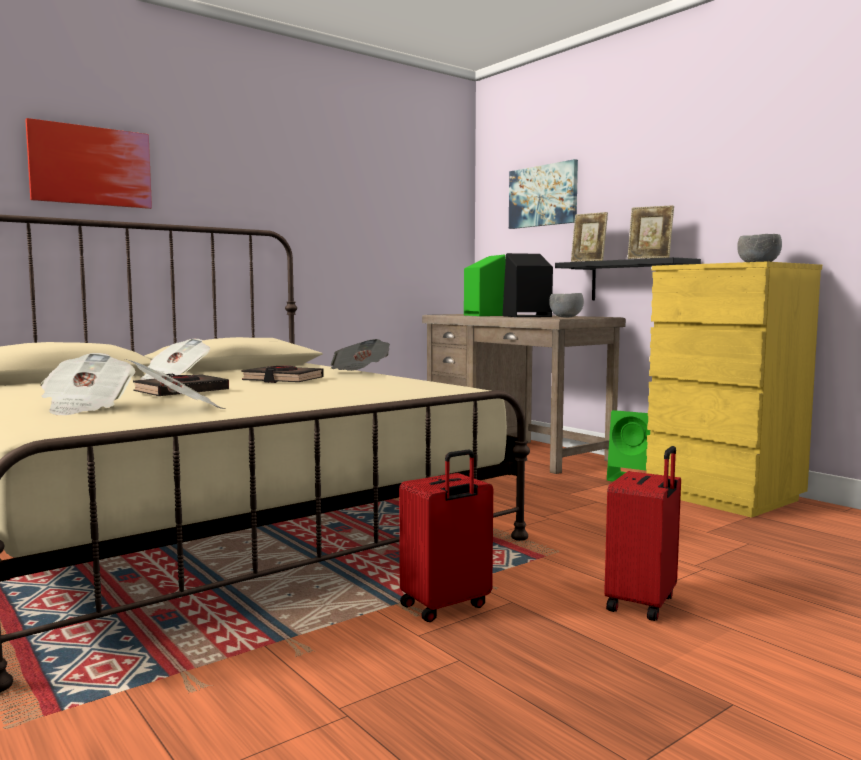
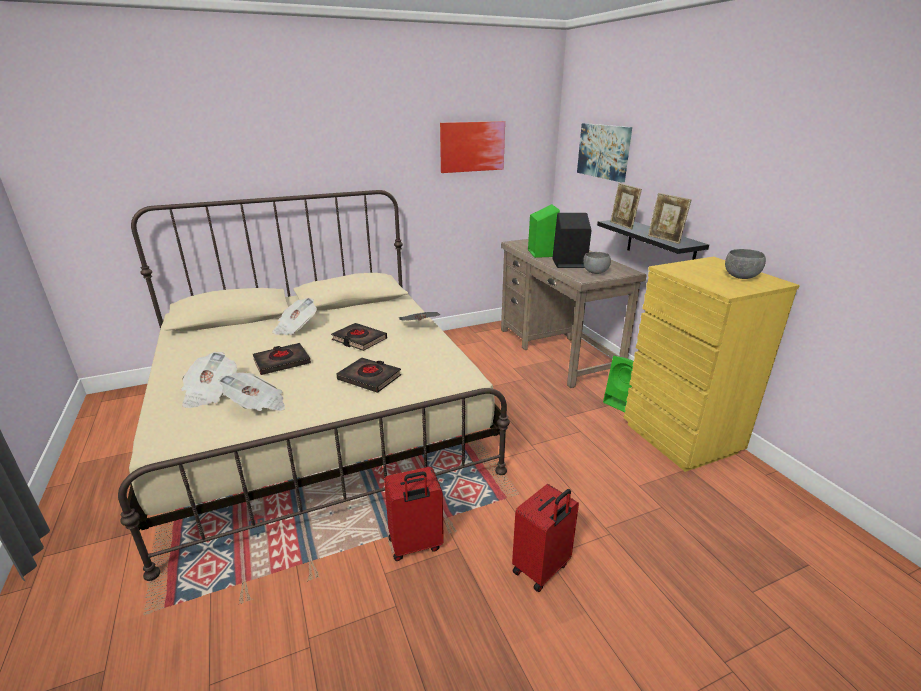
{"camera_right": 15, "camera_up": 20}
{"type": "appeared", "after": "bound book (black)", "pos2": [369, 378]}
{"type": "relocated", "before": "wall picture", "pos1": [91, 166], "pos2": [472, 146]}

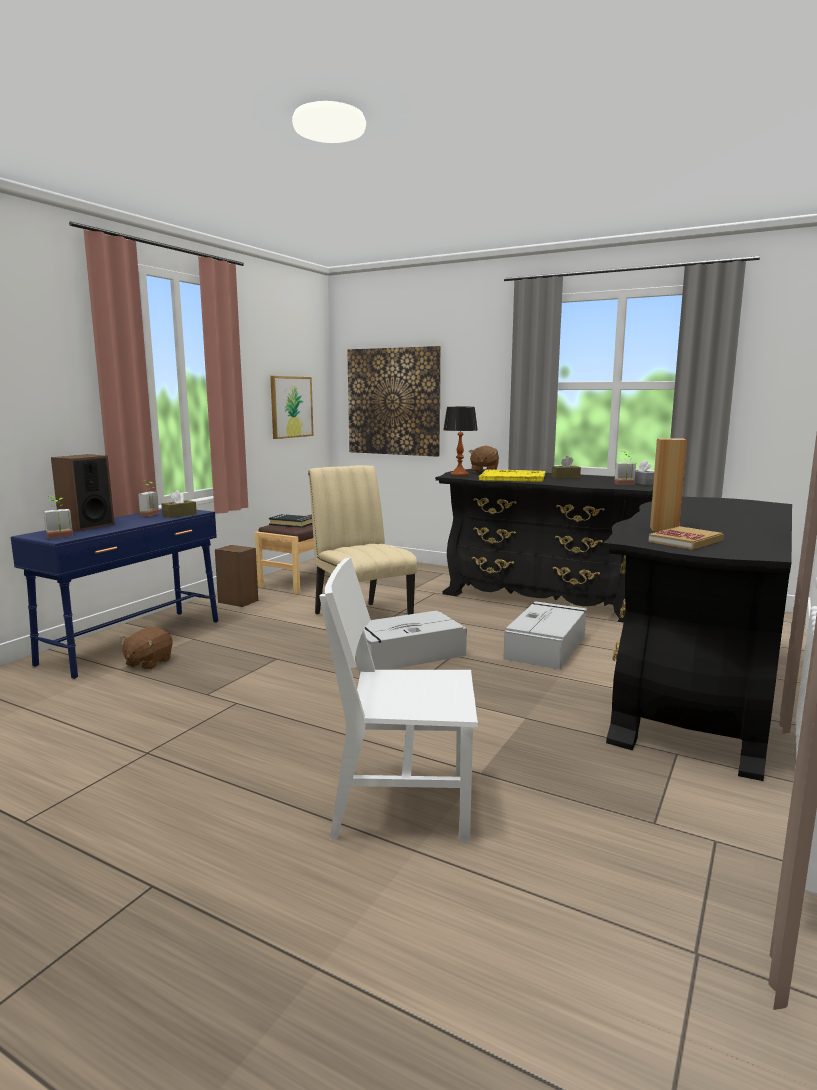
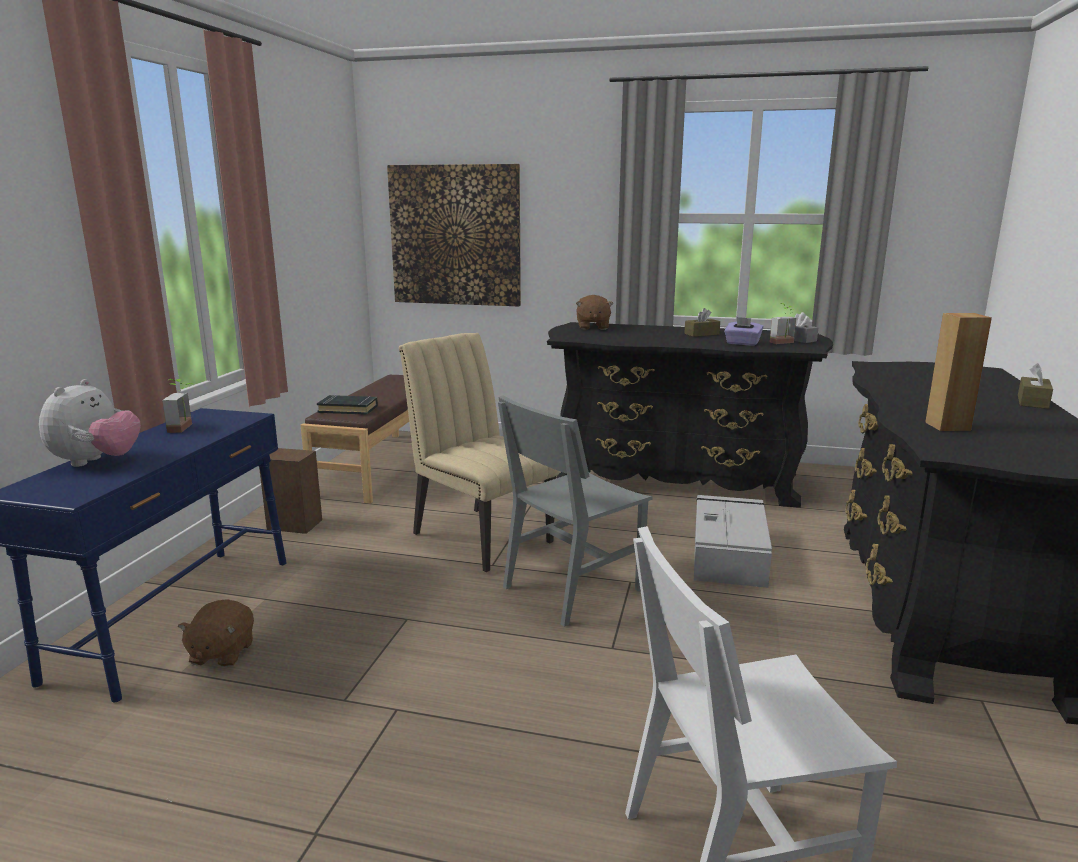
{"camera_right": -15, "camera_up": 5}
{"type": "exchanged", "before": "loudspeaker", "after": "soft toy", "pos1": [86, 526], "pos2": [96, 462]}
{"type": "exchanged", "before": "storage box (grey)", "after": "upright chair (grey)", "pos1": [406, 654], "pos2": [572, 588]}
{"type": "appeared", "after": "box of tissues (purple-coloured)", "pos2": [742, 343]}
{"type": "relocated", "before": "box of tissues (brown)", "pos1": [179, 515], "pos2": [1032, 402]}
{"type": "missing", "before": "houseplant", "pos1": [60, 537]}
{"type": "missing", "before": "wall picture", "pos1": [291, 407]}
{"type": "missing", "before": "tabletop lamp", "pos1": [459, 474]}
{"type": "missing", "before": "serving tray (yellowish)", "pos1": [513, 478]}
{"type": "missing", "before": "bound book", "pos1": [685, 541]}

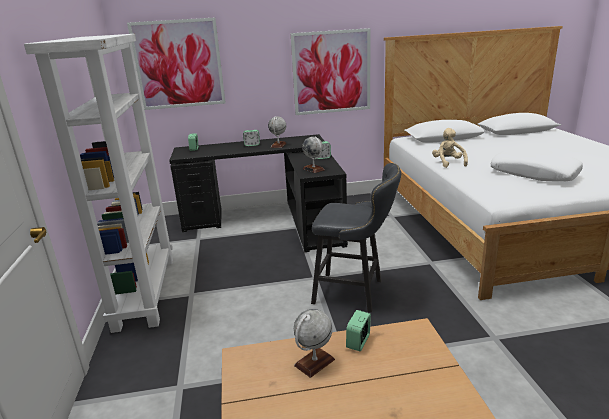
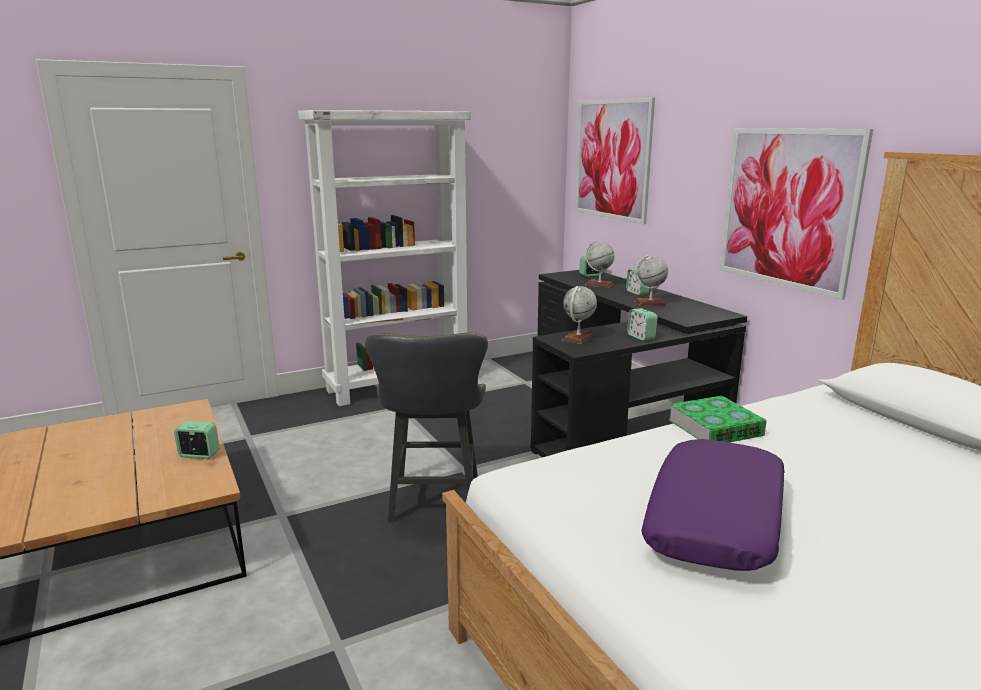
{"camera_right": 70, "camera_up": -5}
{"type": "relocated", "before": "world globe", "pos1": [314, 362], "pos2": [599, 285]}
{"type": "colour", "before": "pillow (white-coloured)", "after": "pillow (purple-coloured)", "pos1": [534, 174], "pos2": [716, 520]}
{"type": "exchanged", "before": "soft toy (beige-coloured)", "after": "bound book", "pos1": [448, 163], "pos2": [715, 428]}

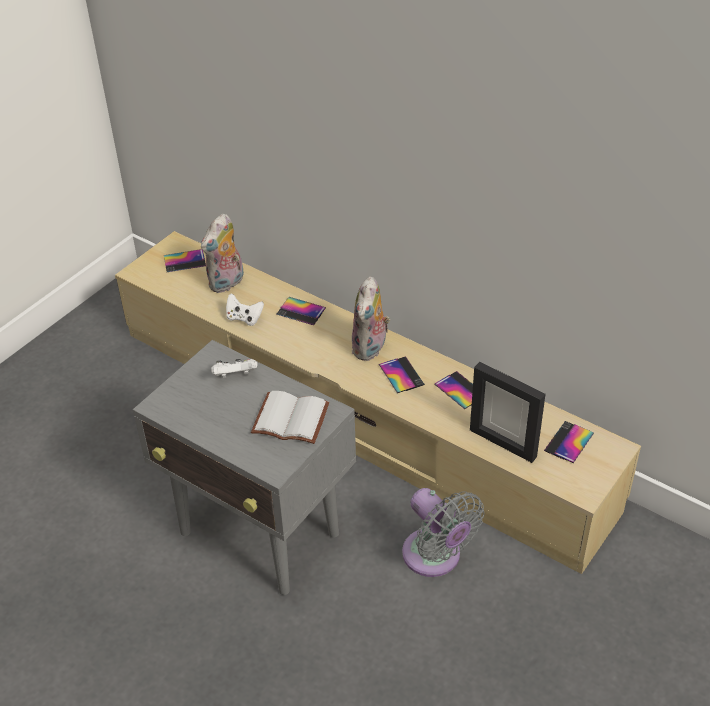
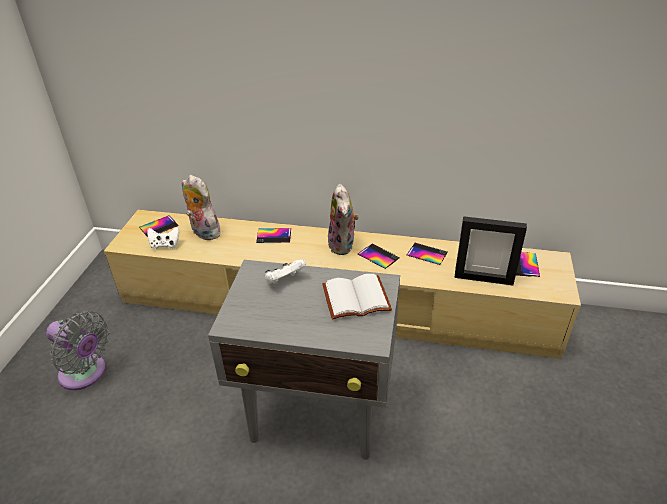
{"camera_right": -25, "camera_up": -5}
{"type": "relocated", "before": "fan (grey)", "pos1": [435, 557], "pos2": [86, 374]}
{"type": "relocated", "before": "game controller (white-coloured)", "pos1": [244, 318], "pos2": [165, 245]}
{"type": "spun", "before": "soft toy", "pos1": [227, 283], "pos2": [203, 233], "turn": 120}

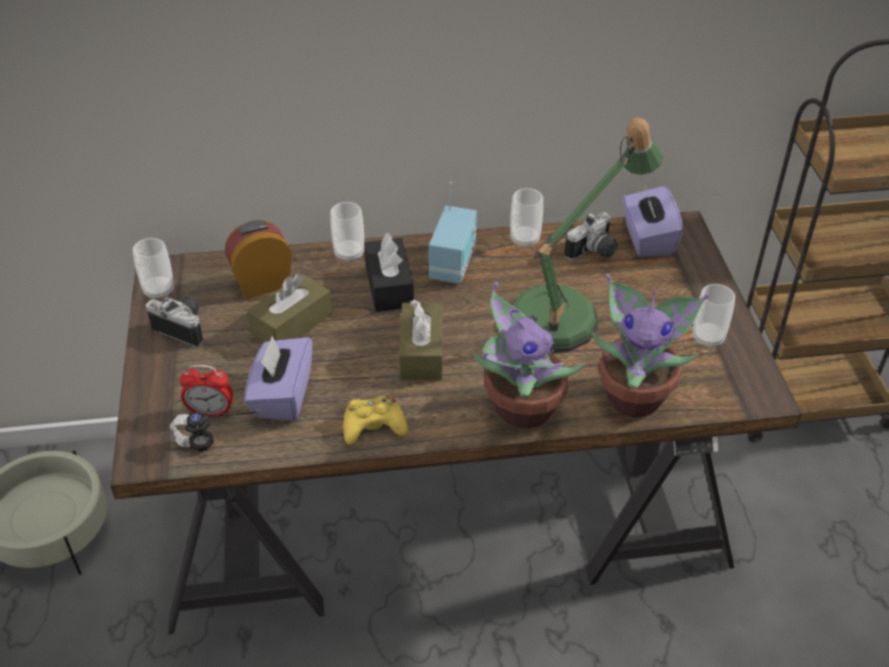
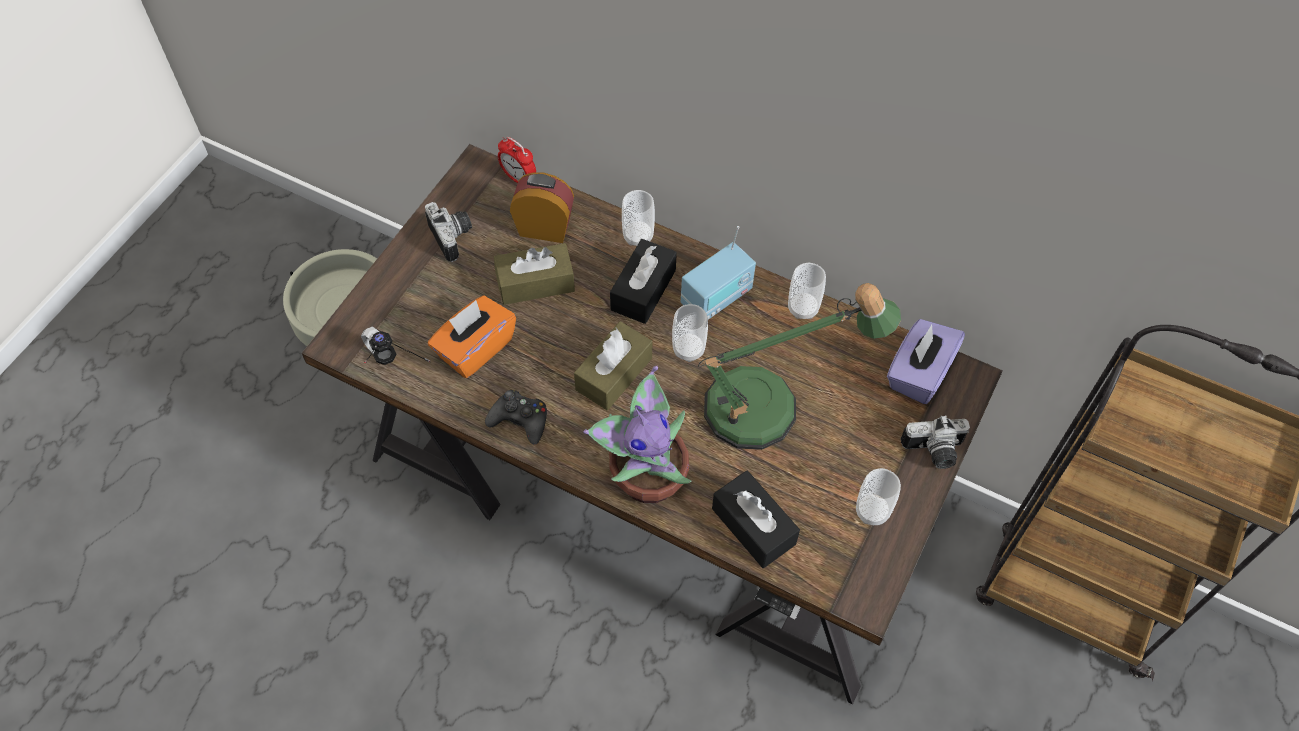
{"camera_right": 35, "camera_up": 15}
{"type": "colour", "before": "box of tissues (purple-coloured)", "after": "box of tissues (orangey)", "pos1": [282, 396], "pos2": [475, 348]}
{"type": "colour", "before": "game controller (yellowish)", "after": "game controller (black)", "pos1": [373, 426], "pos2": [520, 420]}
{"type": "relocated", "before": "alarm clock", "pos1": [211, 412], "pos2": [518, 178]}
{"type": "relocated", "before": "small cup", "pos1": [159, 291], "pos2": [688, 349]}
{"type": "exchanged", "before": "houseplant", "after": "box of tissues (black)", "pos1": [635, 395], "pos2": [753, 526]}
{"type": "relocated", "before": "photo camera", "pos1": [594, 252], "pos2": [934, 452]}

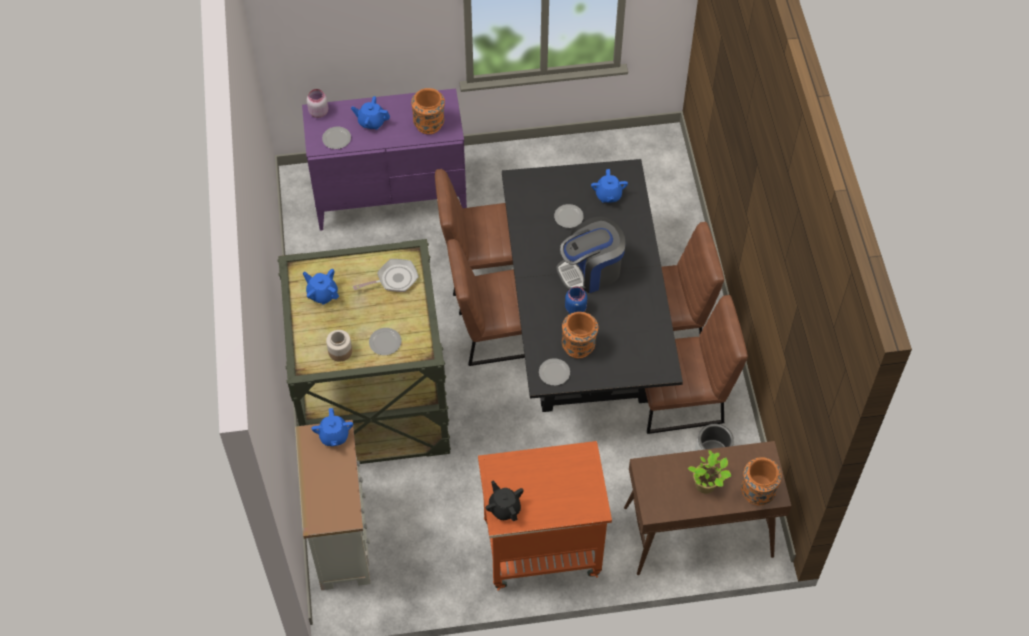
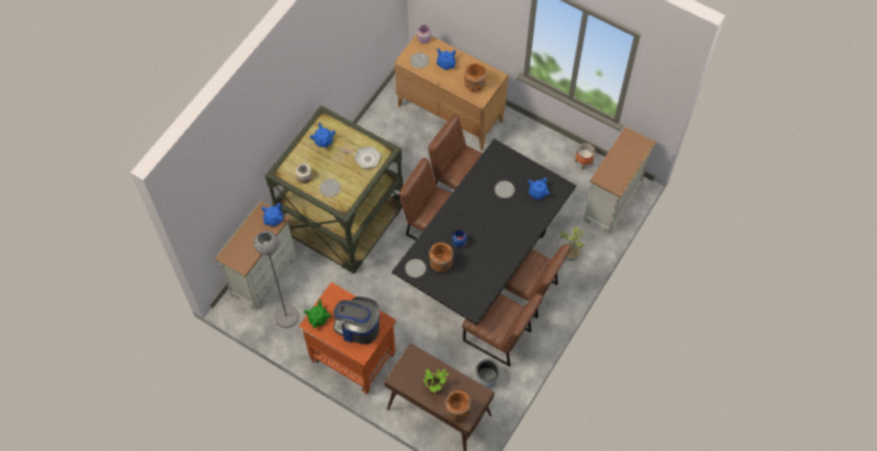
{"camera_right": 40, "camera_up": 5}
{"type": "appeared", "after": "floor lamp (grey)", "pos2": [286, 316]}
{"type": "colour", "before": "pot for tea (black)", "after": "pot for tea (greenish)", "pos1": [504, 508], "pos2": [318, 318]}
{"type": "relocated", "before": "coffee brewer", "pos1": [591, 270], "pos2": [358, 327]}
{"type": "colour", "before": "cupboard (purple-coloured)", "after": "cupboard (brown)", "pos1": [391, 198], "pos2": [450, 114]}
{"type": "appeared", "after": "houseplant", "pos2": [570, 253]}
{"type": "appeared", "after": "plant pot", "pos2": [583, 163]}
{"type": "appeared", "after": "chest of drawers (white-coloured)", "pos2": [611, 202]}

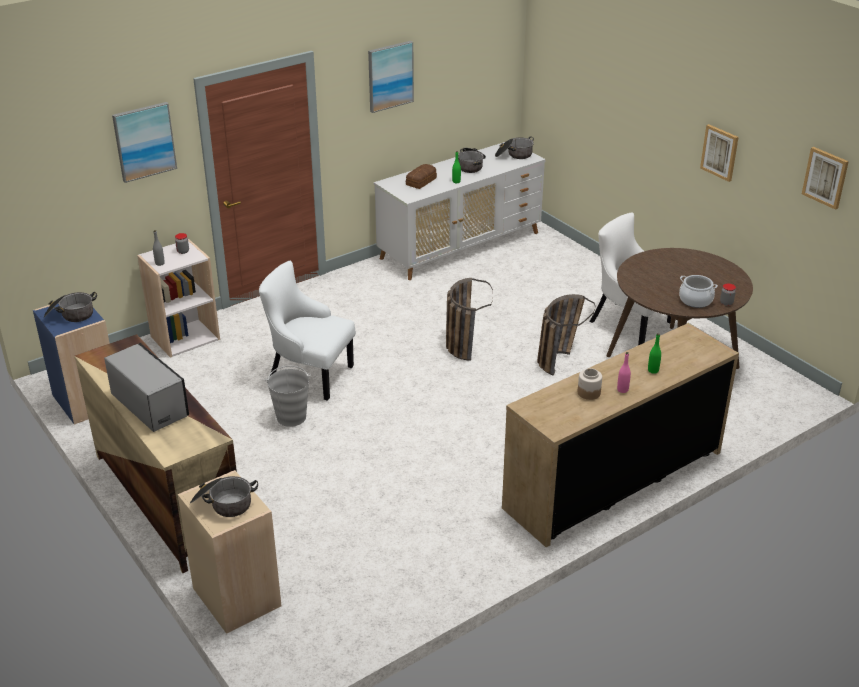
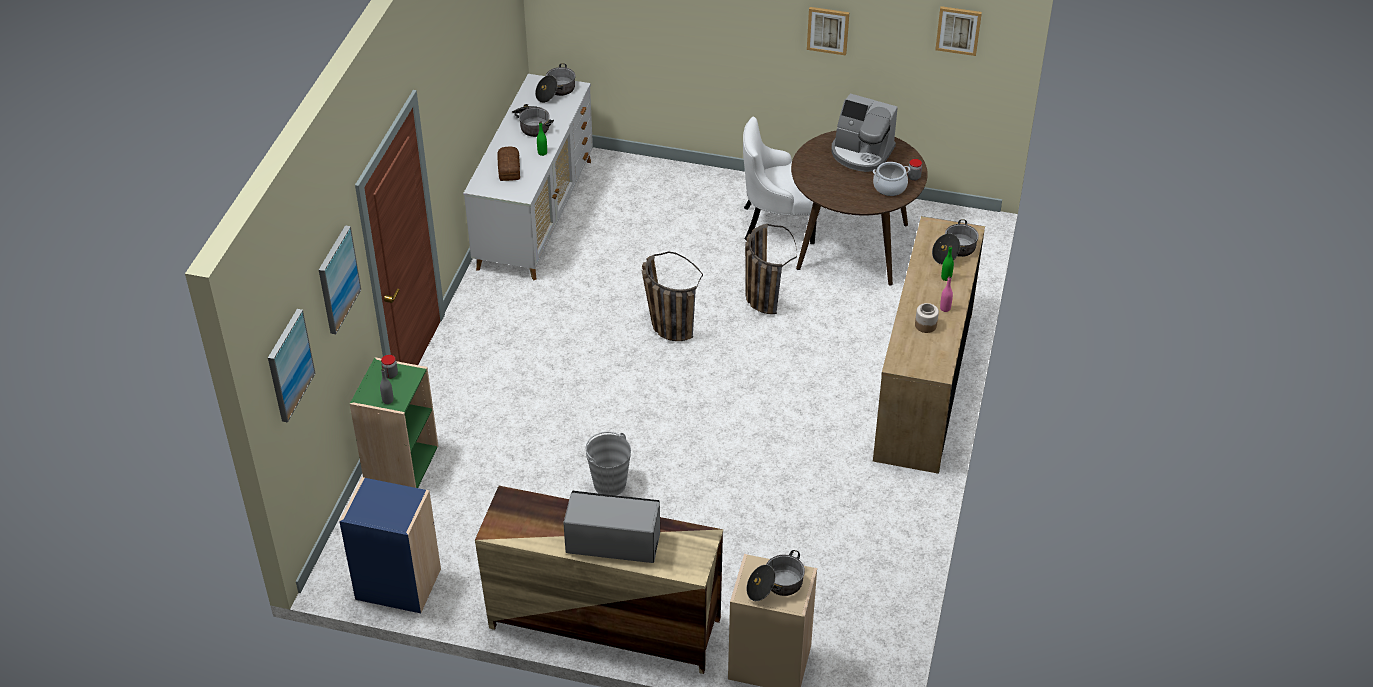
{"camera_right": -40, "camera_up": 10}
{"type": "relocated", "before": "wall picture", "pos1": [390, 76], "pos2": [289, 365]}
{"type": "colour", "before": "bookcase (white-coloured)", "after": "bookcase (greenish)", "pos1": [185, 337], "pos2": [401, 463]}
{"type": "appeared", "after": "coffee brewer", "pos2": [861, 153]}
{"type": "relocated", "before": "saucepot", "pos1": [70, 315], "pos2": [954, 251]}
{"type": "missing", "before": "upright chair (white-coloured)", "pos1": [311, 376]}

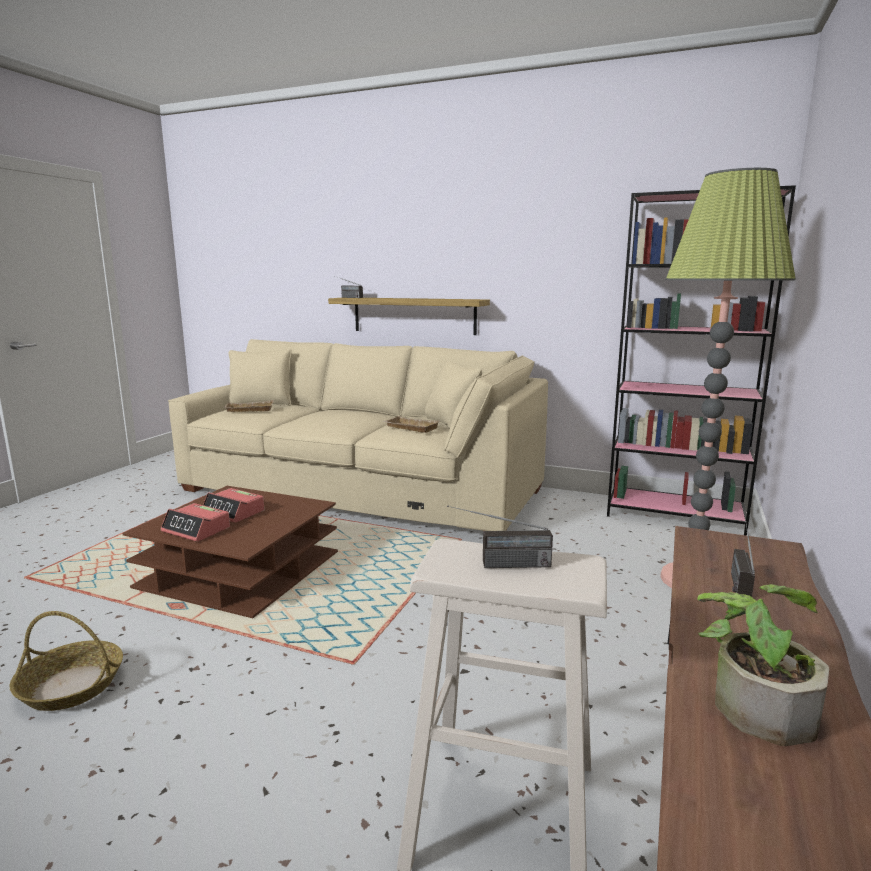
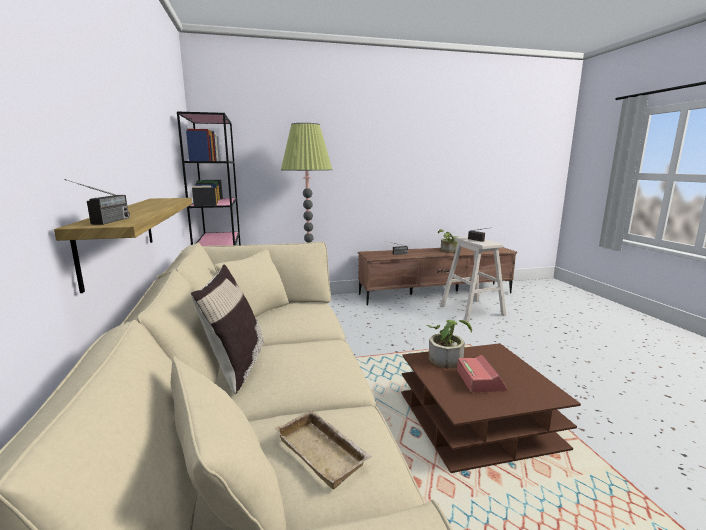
{"camera_right": -125, "camera_up": 0}
{"type": "appeared", "after": "pillow", "pos2": [235, 366]}
{"type": "appeared", "after": "houseplant", "pos2": [447, 357]}
{"type": "missing", "before": "storage basket", "pos1": [72, 686]}
{"type": "missing", "before": "alarm clock", "pos1": [196, 530]}
{"type": "missing", "before": "serving tray (beige-coloured)", "pos1": [410, 428]}

